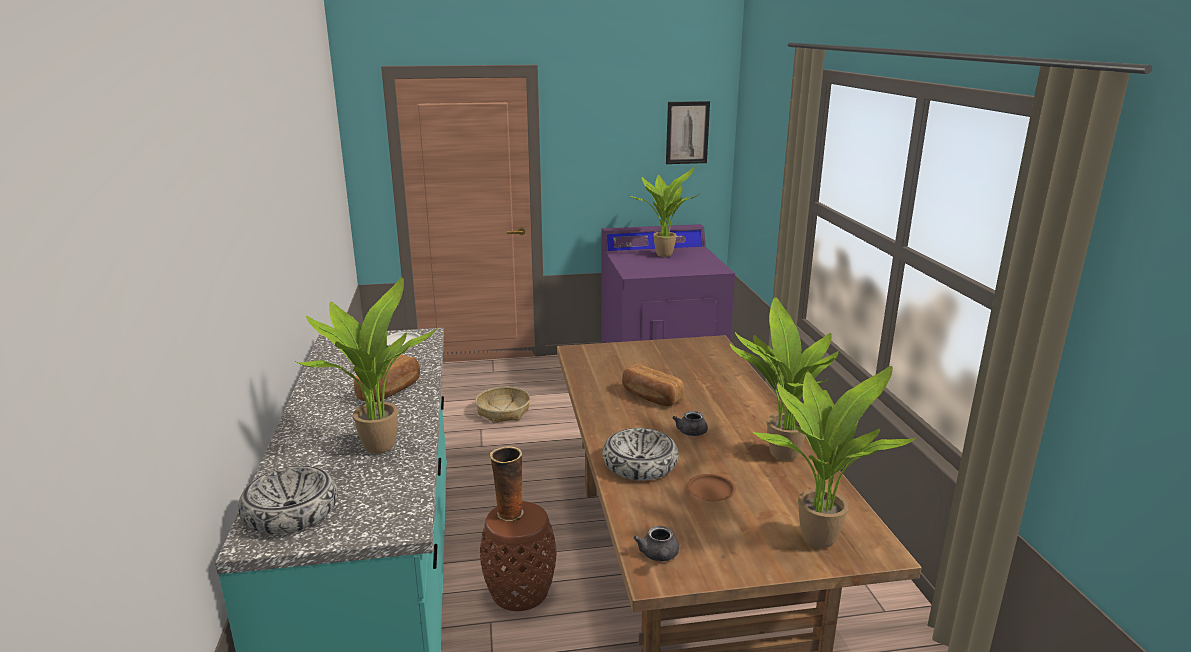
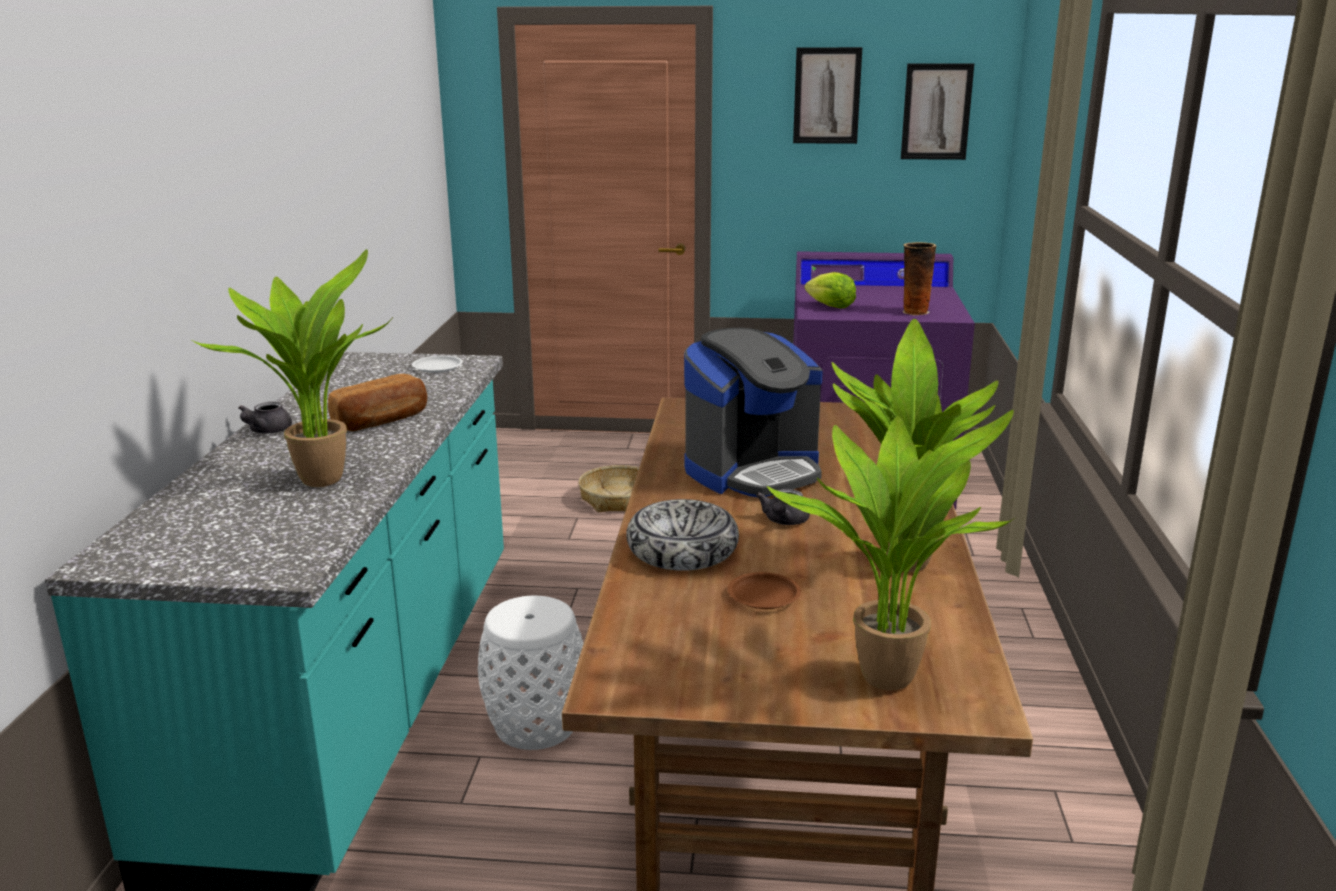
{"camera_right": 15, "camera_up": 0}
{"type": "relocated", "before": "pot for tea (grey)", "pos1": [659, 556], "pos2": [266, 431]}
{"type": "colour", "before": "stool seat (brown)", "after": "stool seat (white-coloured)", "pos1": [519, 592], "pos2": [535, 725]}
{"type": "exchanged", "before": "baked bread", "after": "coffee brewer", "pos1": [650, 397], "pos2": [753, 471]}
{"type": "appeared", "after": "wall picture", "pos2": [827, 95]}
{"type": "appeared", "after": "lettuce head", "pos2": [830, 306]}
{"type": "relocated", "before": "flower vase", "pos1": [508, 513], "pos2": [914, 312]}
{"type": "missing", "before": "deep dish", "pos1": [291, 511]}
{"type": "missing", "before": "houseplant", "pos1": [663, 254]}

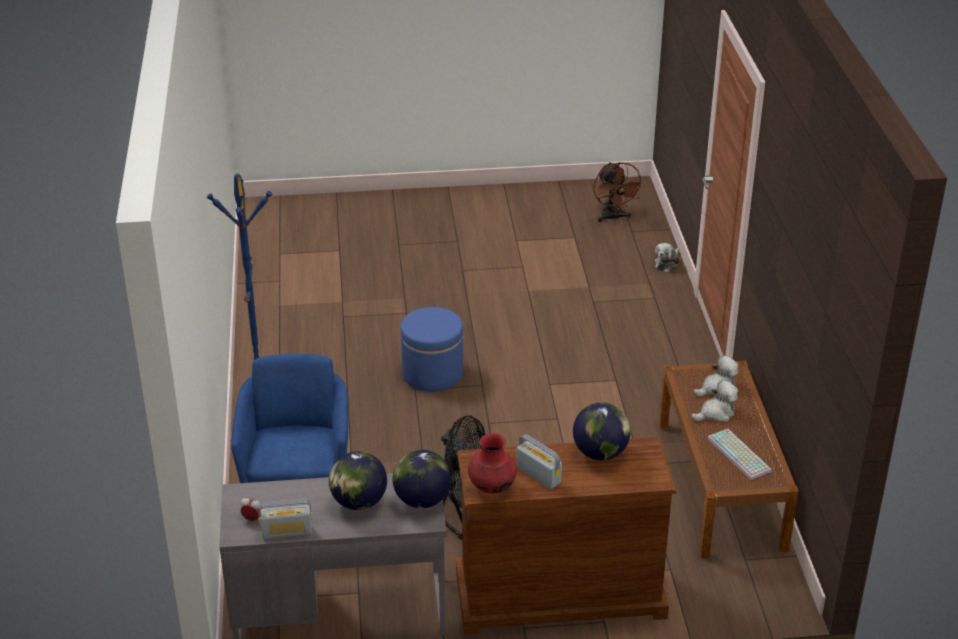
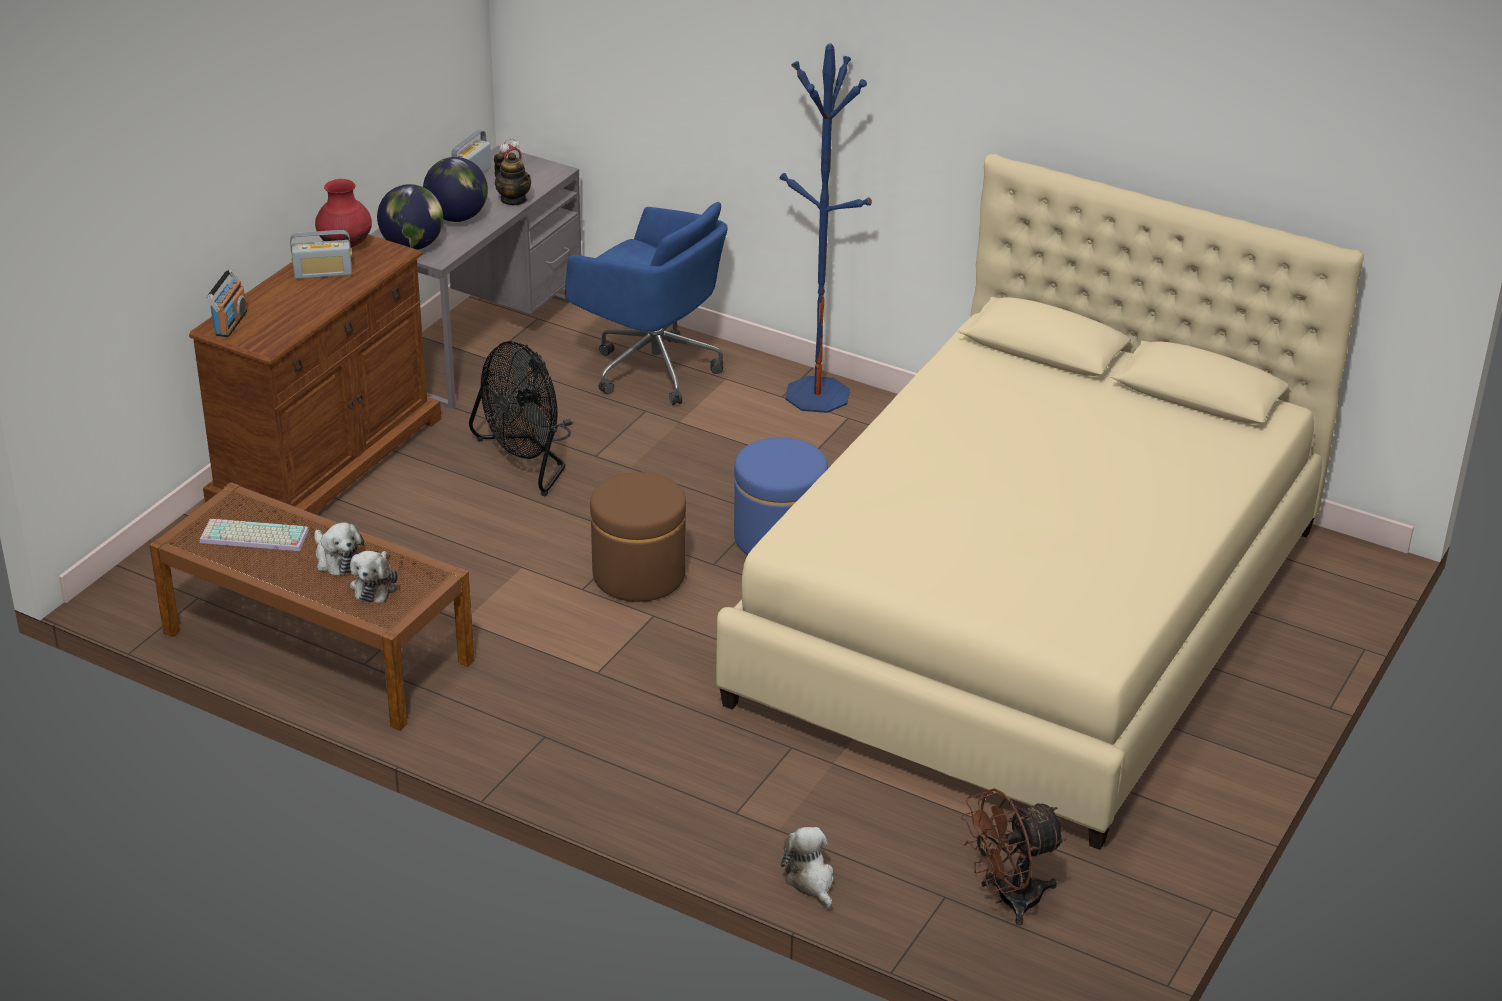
{"camera_right": 125, "camera_up": 0}
{"type": "appeared", "after": "radio receiver", "pos2": [230, 323]}
{"type": "spun", "before": "soft toy", "pos1": [716, 413], "pos2": [337, 559], "turn": -45}
{"type": "appeared", "after": "pot for tea", "pos2": [513, 200]}
{"type": "appeared", "after": "pouffe (brown)", "pos2": [639, 575]}
{"type": "appeared", "after": "bedroom bed (beige-coloured)", "pos2": [1031, 614]}
{"type": "spun", "before": "fan (brown)", "pos1": [613, 218], "pos2": [1008, 899], "turn": -45}
{"type": "missing", "before": "world globe", "pos1": [600, 453]}

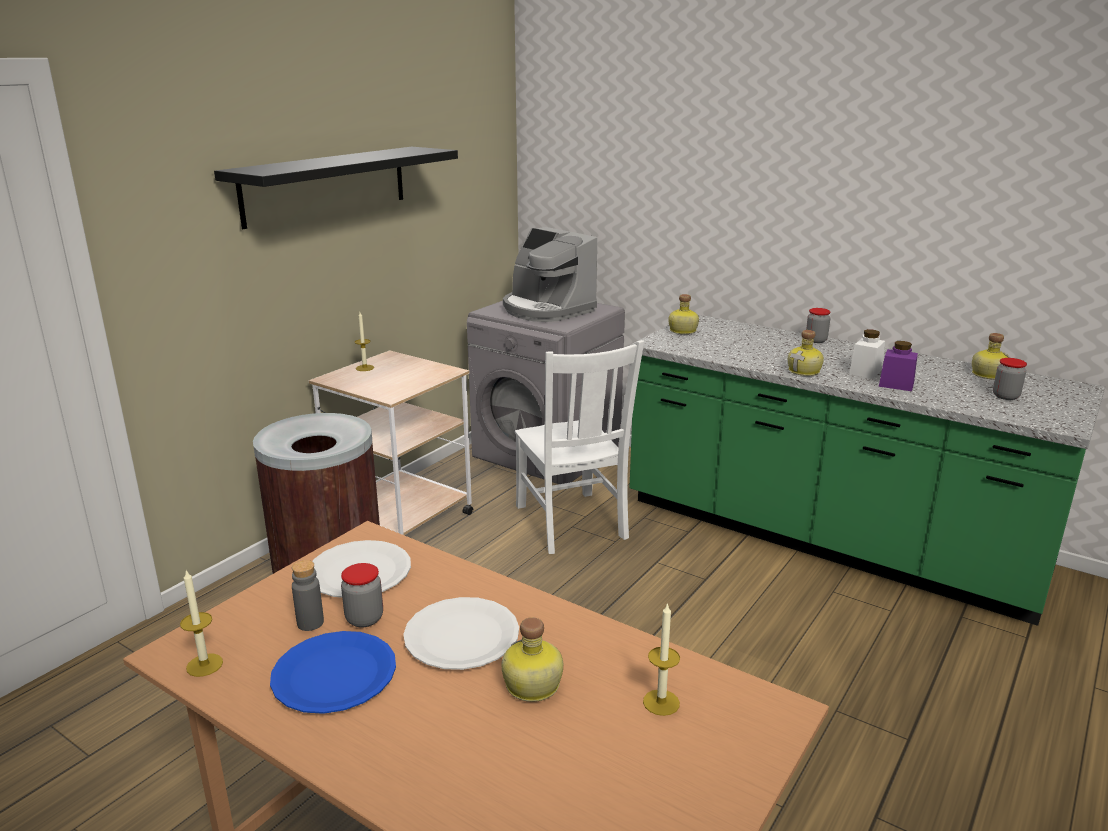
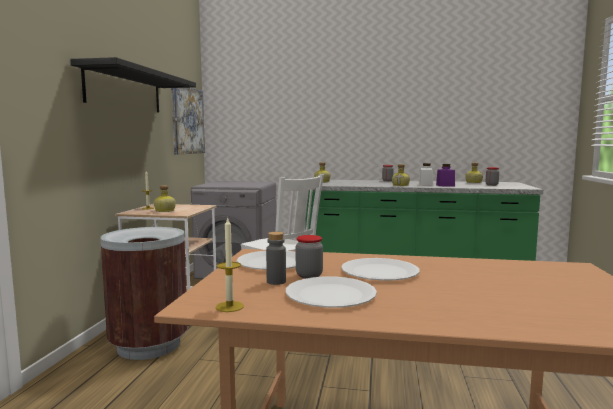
{"camera_right": -25, "camera_up": -15}
{"type": "relocated", "before": "drink bottle", "pos1": [531, 686], "pos2": [164, 211]}
{"type": "appeared", "after": "wall picture", "pos2": [187, 120]}
{"type": "colour", "before": "flat dish (bluish)", "after": "flat dish (white-coloured)", "pos1": [335, 674], "pos2": [331, 294]}
{"type": "missing", "before": "coffee brewer", "pos1": [546, 310]}
{"type": "missing", "before": "wax candle", "pos1": [661, 702]}

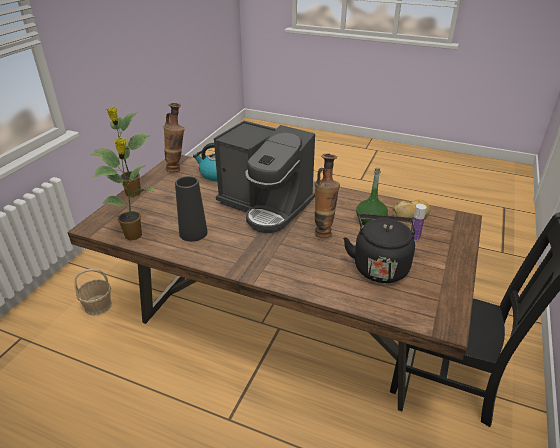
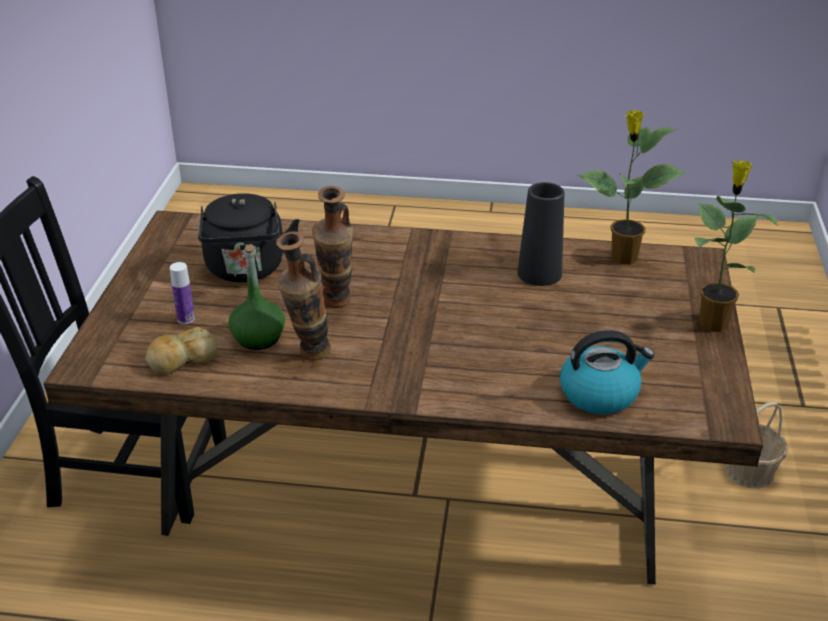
{"camera_right": 165, "camera_up": 0}
{"type": "relocated", "before": "flower vase", "pos1": [177, 169], "pos2": [308, 357]}
{"type": "missing", "before": "coffee brewer", "pos1": [266, 206]}

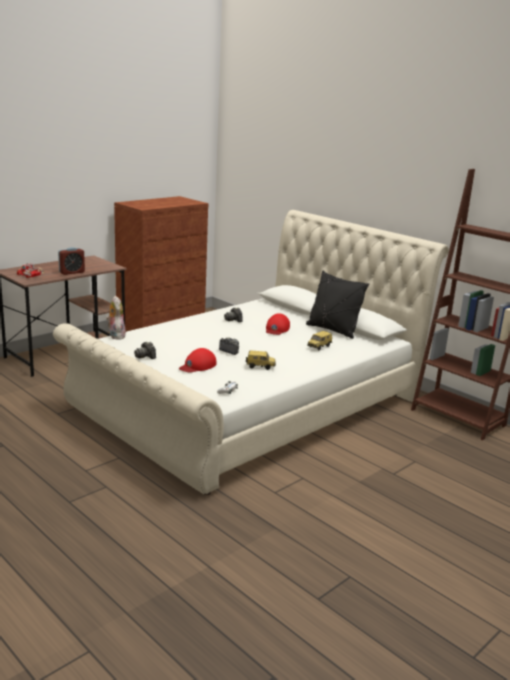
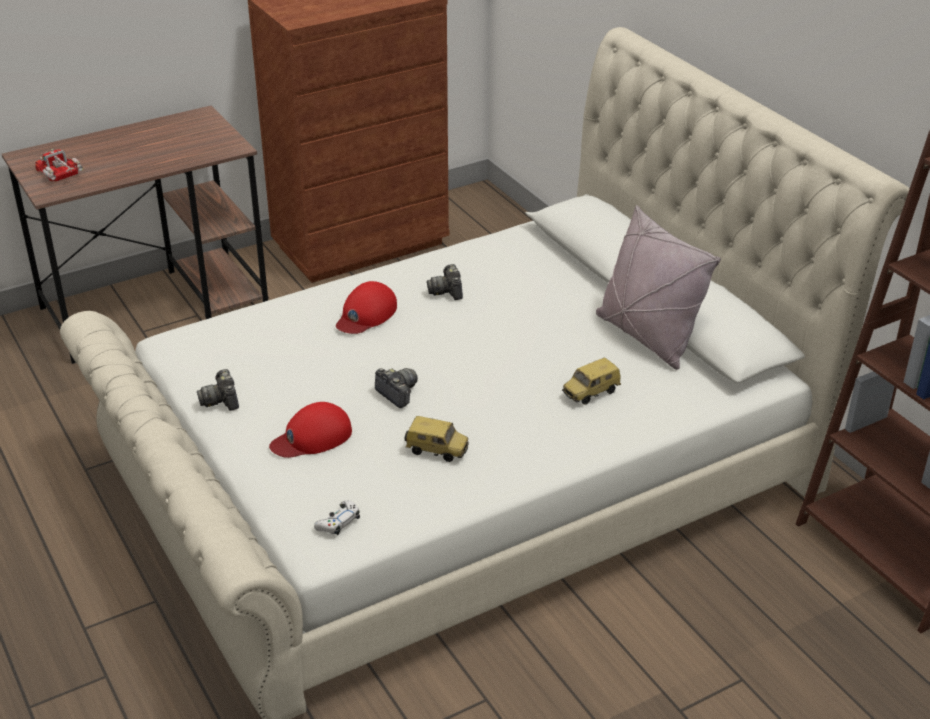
{"camera_right": 15, "camera_up": 15}
{"type": "relocated", "before": "cap (reddish)", "pos1": [277, 329], "pos2": [366, 314]}
{"type": "colour", "before": "pillow (black)", "after": "pillow (purple-coloured)", "pos1": [333, 330], "pos2": [647, 337]}
{"type": "missing", "before": "alarm clock", "pos1": [72, 272]}
{"type": "missing", "before": "soft toy", "pos1": [115, 335]}

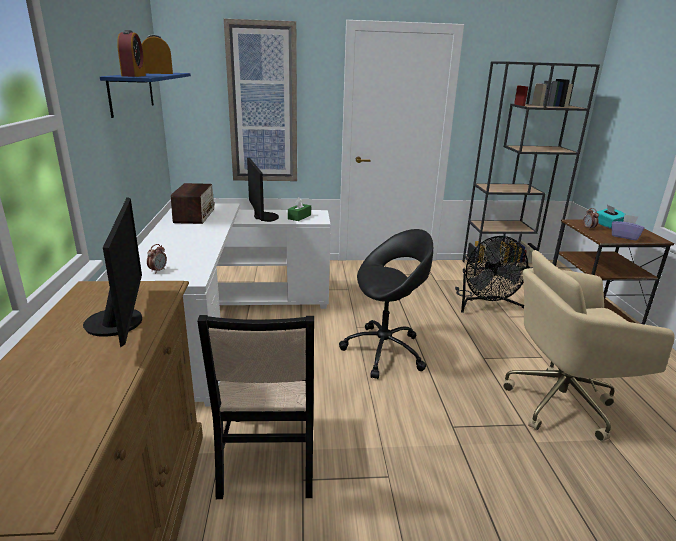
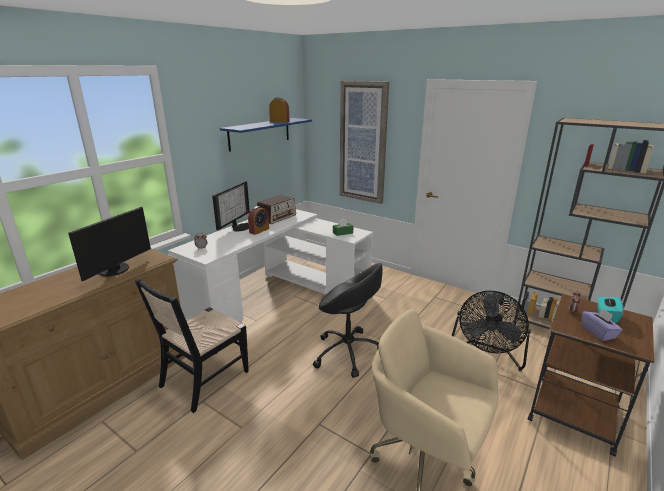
{"camera_right": 40, "camera_up": 0}
{"type": "relocated", "before": "monitor", "pos1": [263, 217], "pos2": [239, 227]}
{"type": "relocated", "before": "alarm clock", "pos1": [134, 76], "pos2": [259, 230]}

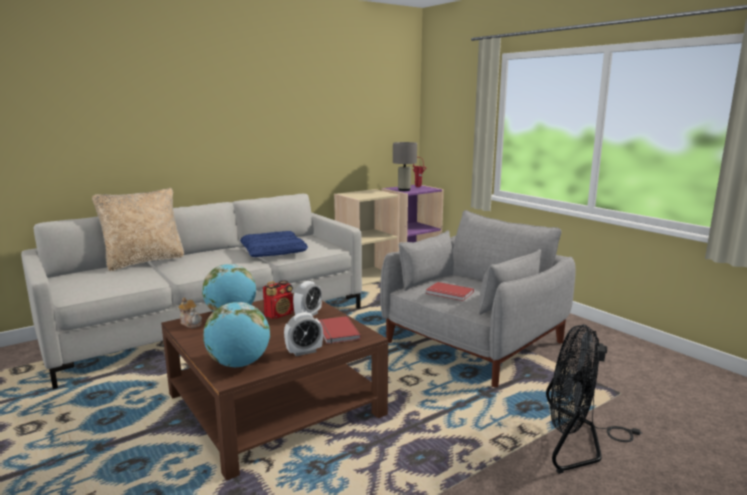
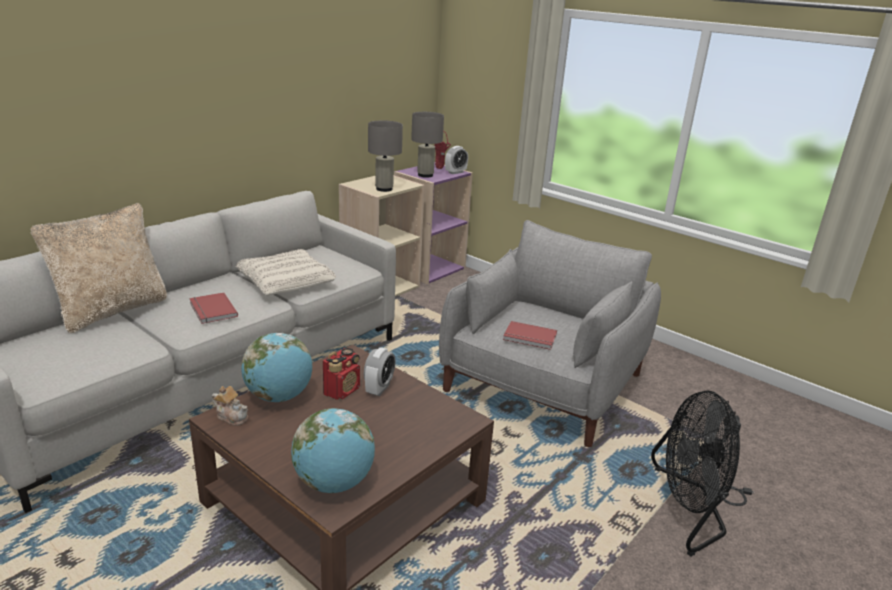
{"camera_right": -15, "camera_up": 10}
{"type": "relocated", "before": "bound book (reddish)", "pos1": [336, 332], "pos2": [211, 310]}
{"type": "colour", "before": "pillow (bluish)", "after": "pillow (beige-coloured)", "pos1": [273, 252], "pos2": [286, 282]}
{"type": "appeared", "after": "tabletop lamp (grey)", "pos2": [384, 189]}
{"type": "relocated", "before": "alarm clock", "pos1": [304, 352], "pos2": [455, 172]}

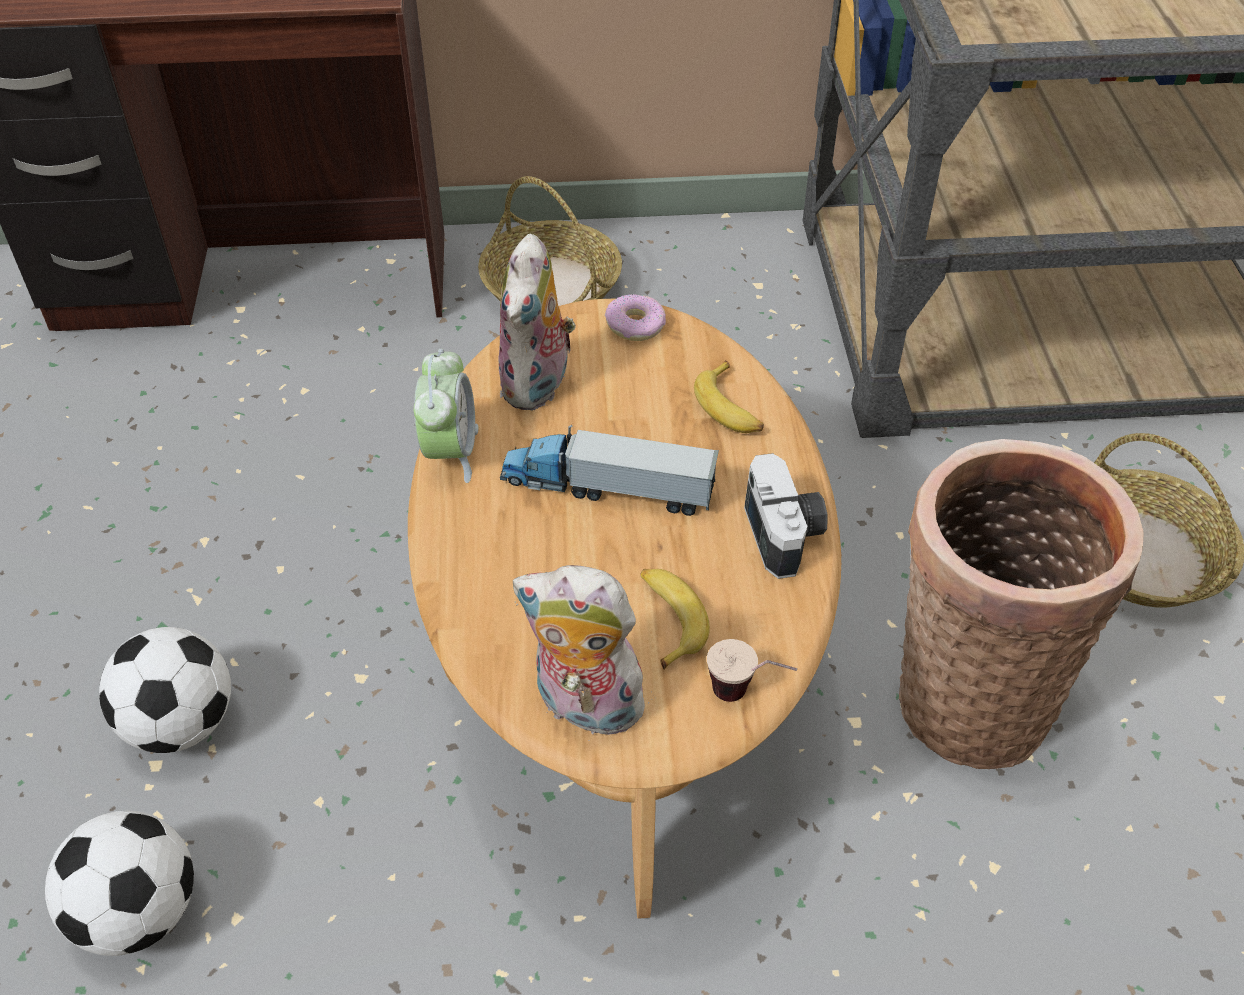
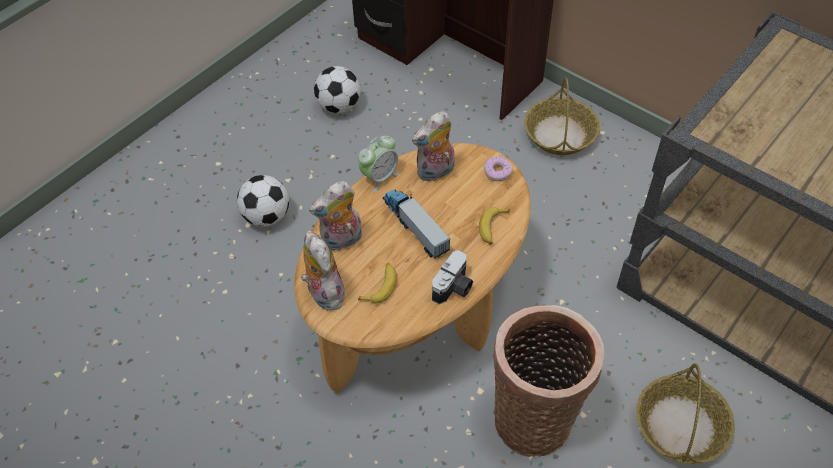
{"camera_right": 45, "camera_up": 5}
{"type": "appeared", "after": "soft toy", "pos2": [342, 241]}
{"type": "relocated", "before": "ball for football", "pos1": [139, 912], "pos2": [339, 106]}
{"type": "missing", "before": "small cup", "pos1": [747, 697]}

